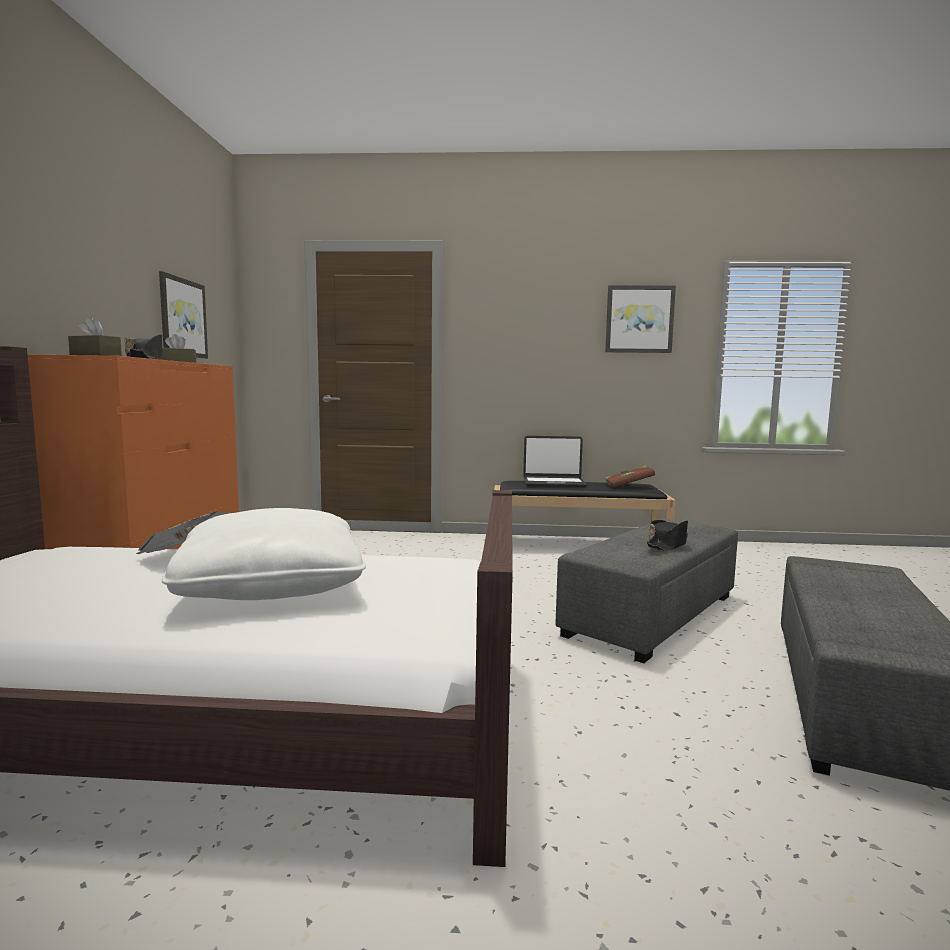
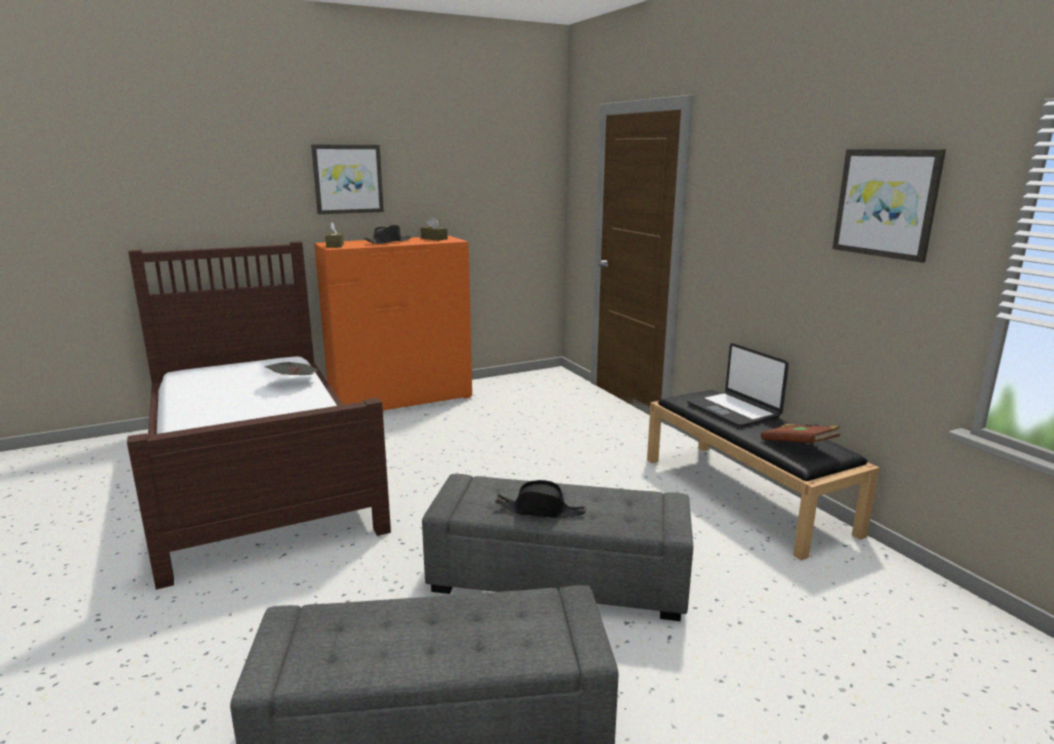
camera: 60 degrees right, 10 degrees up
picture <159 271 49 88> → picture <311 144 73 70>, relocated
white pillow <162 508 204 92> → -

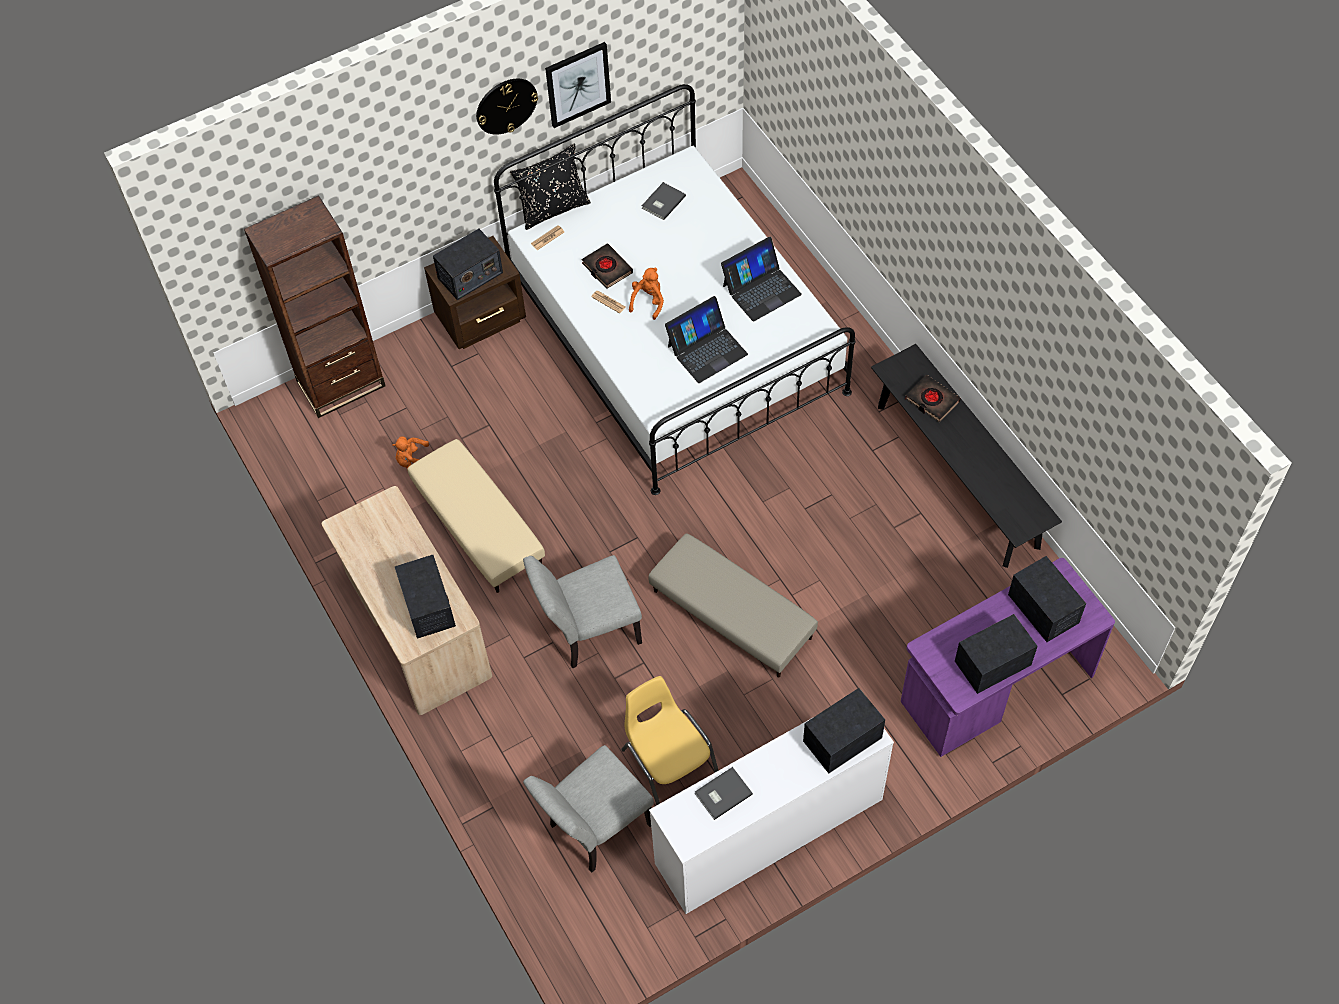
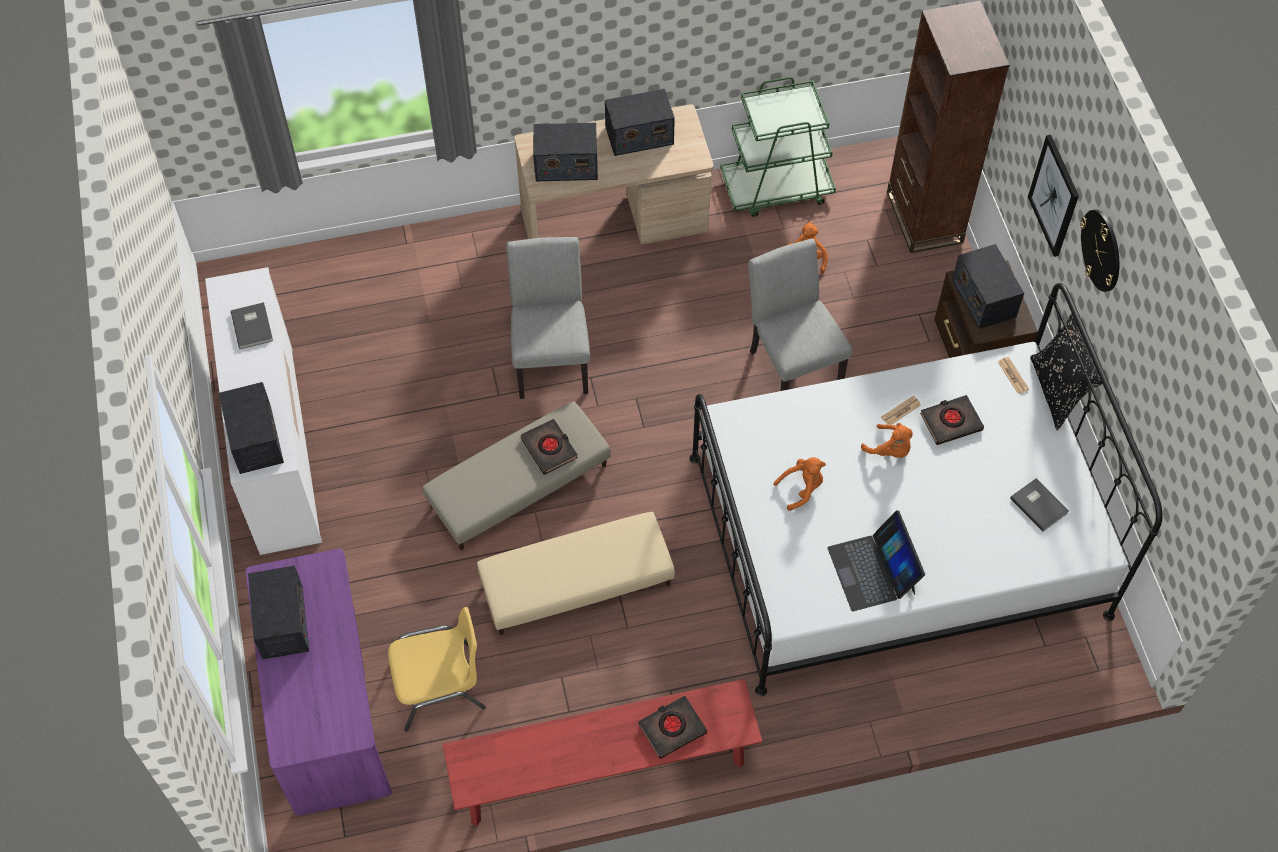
camera: 105 degrees right, 0 degrees up
picture <545 42 66 86> → picture <1028 135 51 122>, relocated
laptop <665 296 83 87> → orange plush toy <773 457 53 54>
black bench <871 344 191 224> → red bench <443 679 319 147>
beige ottoman <407 439 138 154> → beige ottoman <477 512 198 123>, relocated
radio <1008 556 78 86> → radio <605 89 70 67>, relocated
yellow chair <621 676 98 129> → yellow chair <388 607 98 124>, relocated
grey chair <523 745 131 127> → grey chair <748 238 104 153>, relocated
- → green cart <720 77 116 140>
- → black book <521 419 57 56>

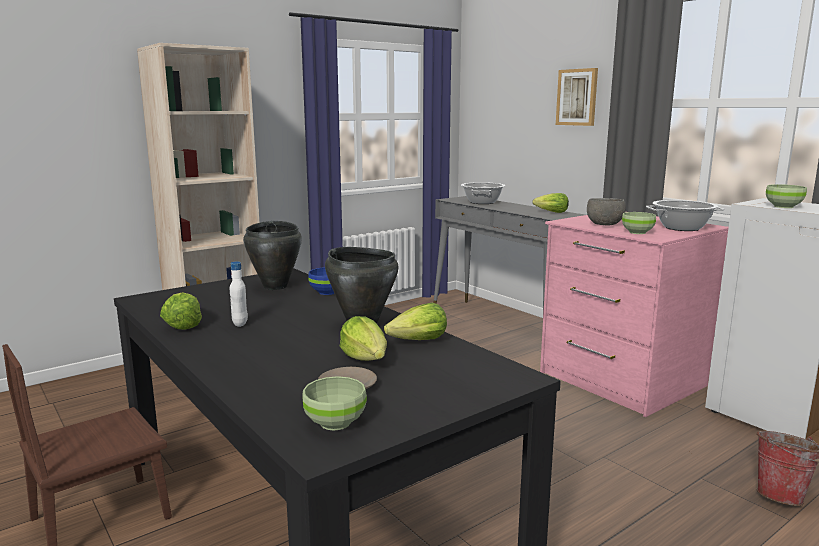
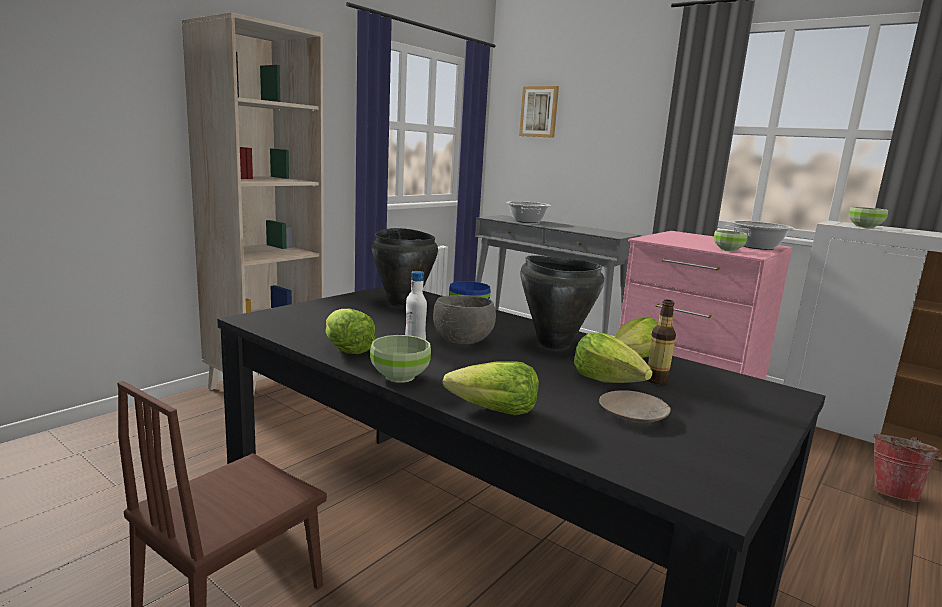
camera: 15 degrees left, 0 degrees up
picture <556 68 42 58> → picture <519 86 40 52>, relocated
lettuce <533 193 36 20> → lettuce <443 361 96 54>, relocated
grey bowl <587 198 39 27> → grey bowl <433 295 63 49>, relocated
green bowl <302 376 65 55> → green bowl <370 335 61 48>, relocated
- → bottle <647 300 29 85>

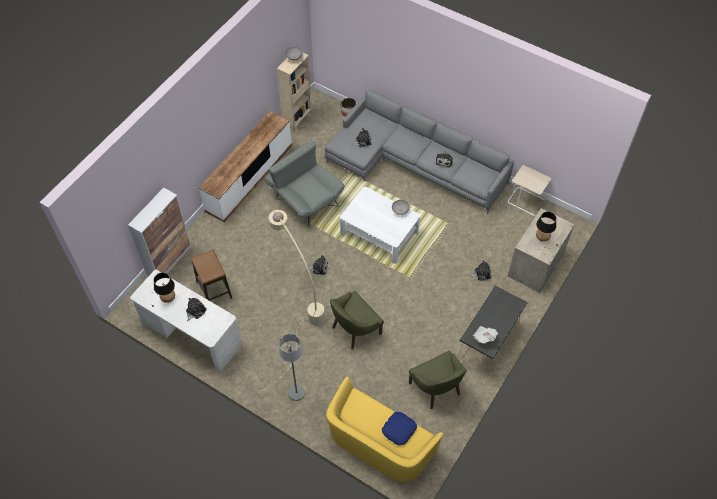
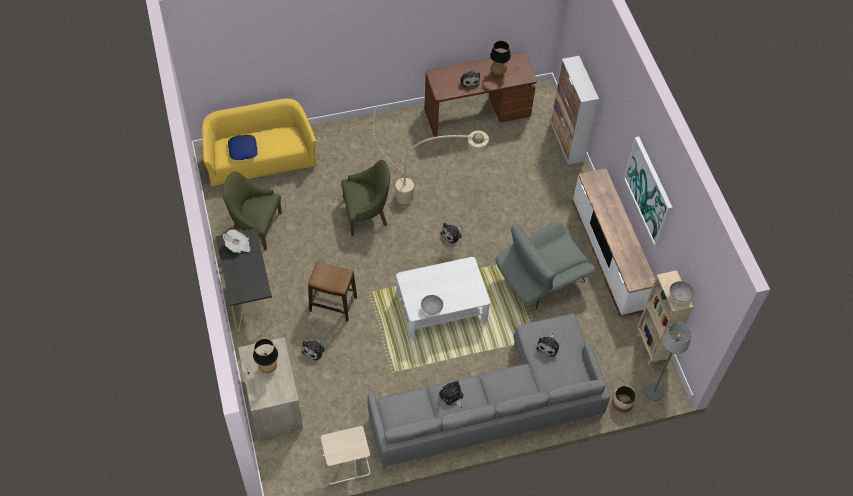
camera: 130 degrees right, 0 degrees up
grey armchair <265 140 80 86> → grey armchair <495 222 101 87>, 150 degrees clockwise
stool <191 249 41 52> → stool <308 261 49 61>, relocated
white desk <130 270 112 102> → brown desk <424 52 113 84>
green armchair <330 291 54 59> → green armchair <341 160 49 76>, 75 degrees clockwise
grey floor lamp <279 334 26 67> → grey floor lamp <645 323 47 78>, relocated
- → picture <623 137 50 110>

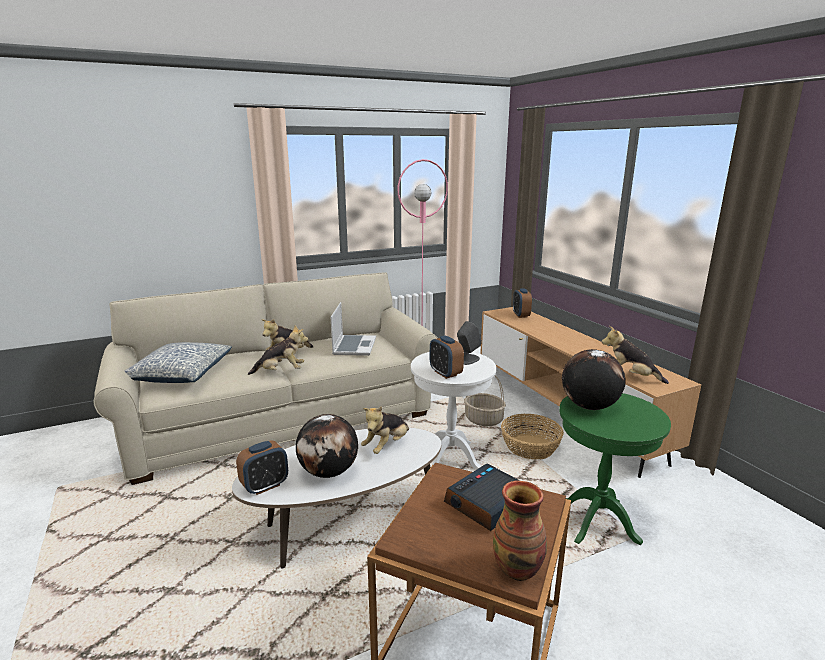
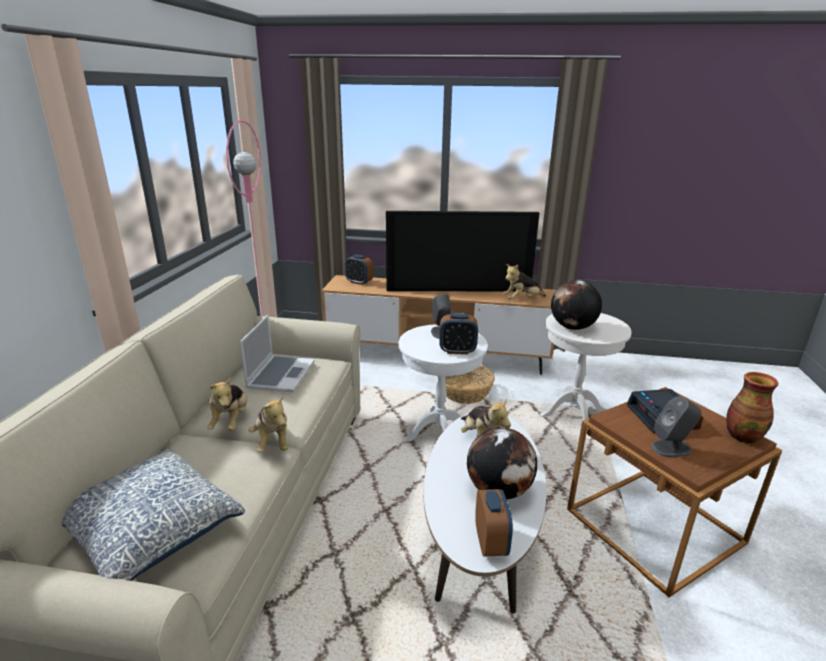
camera: 55 degrees left, 5 degrees up
laptop <331 302 45 54> → laptop <240 315 75 77>, 60 degrees clockwise
plush toy <248 325 60 50> → plush toy <249 395 39 58>, 135 degrees clockwise
basket <464 375 42 51> → -
green side table <559 393 112 152> → white side table <540 313 92 116>
- → television <386 211 154 81>
- → grey speaker <651 397 51 60>

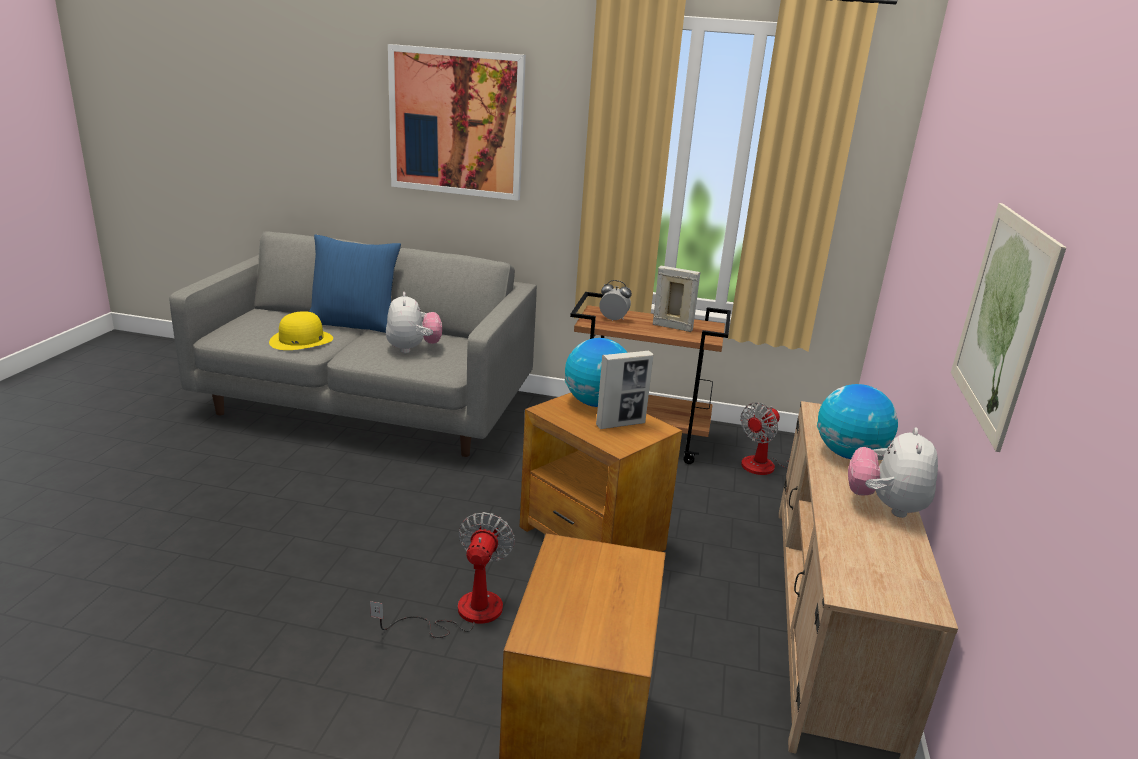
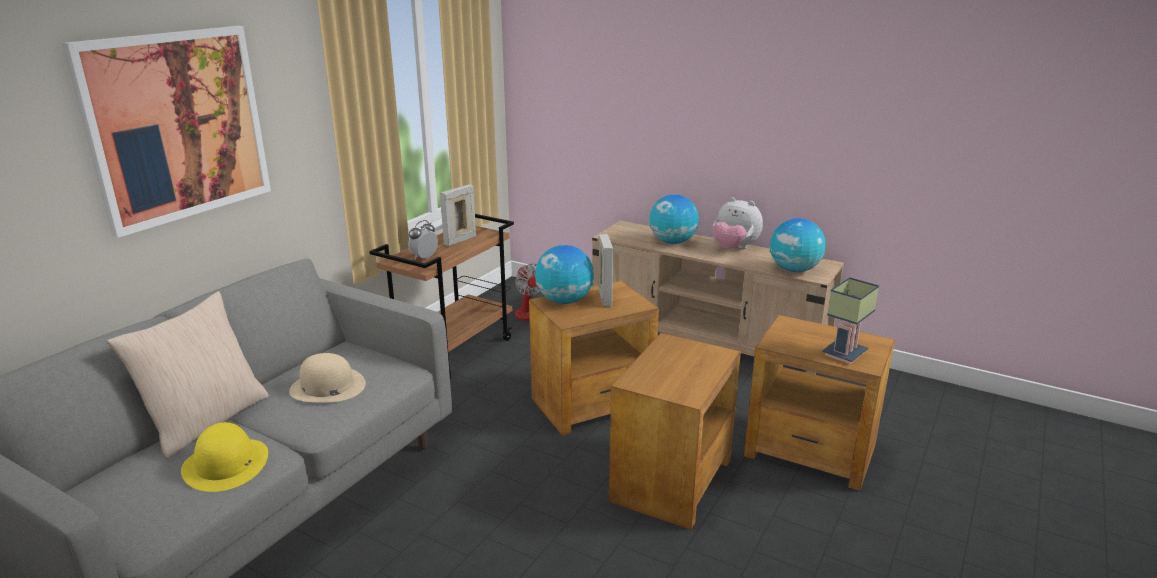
camera: 70 degrees left, 0 degrees up
picture <951 203 115 249> → -
blue pillow <309 234 92 99> → beige pillow <107 291 162 168>
plush toy <386 292 56 61> → beige hat <289 353 77 50>
fan <370 512 145 126> → brown side table <609 333 132 197>
- → globe <770 218 56 54>
- → table lamp <822 277 57 87>

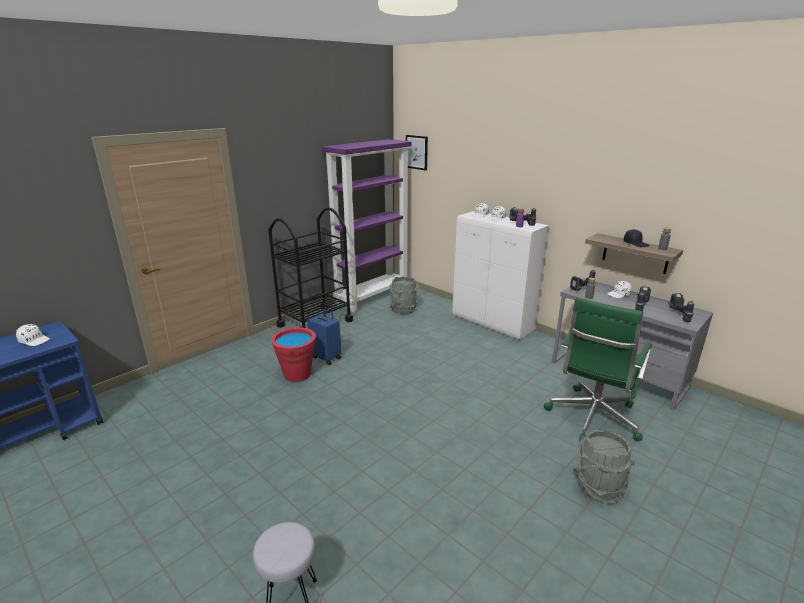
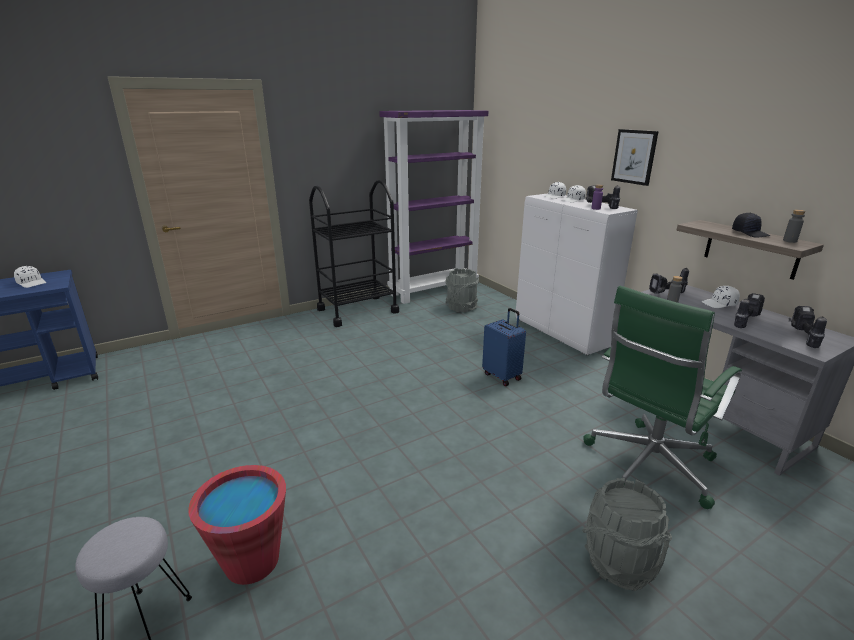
camera: 15 degrees right, 0 degrees up
picture <406 135 22 35> → picture <611 129 48 57>, relocated
blue suitcase <307 304 34 61> → blue suitcase <482 308 44 78>, relocated
red bucket <271 327 45 55> → red bucket <188 465 98 120>, relocated

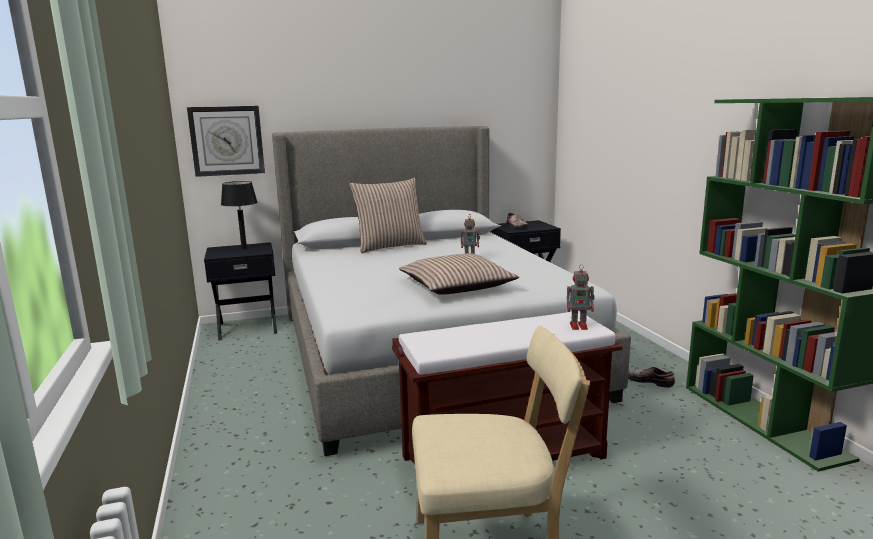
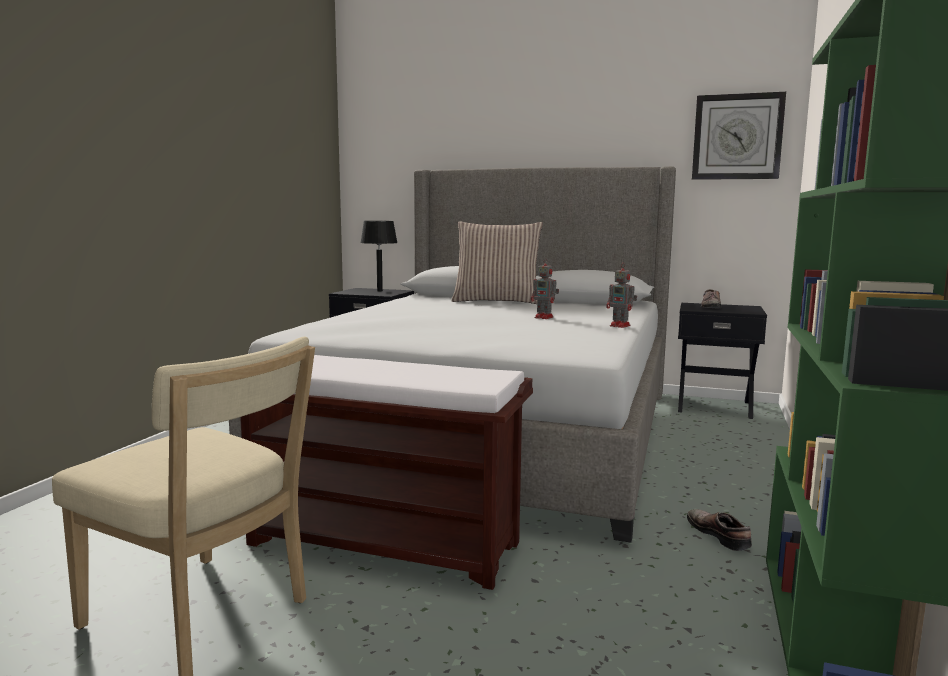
camera: 35 degrees right, 5 degrees down
wall clock <187 106 78 71> → wall clock <692 92 94 88>, relocated
pillow <399 253 120 42> → -
toy robot <567 264 28 66> → toy robot <606 263 31 65>, relocated

